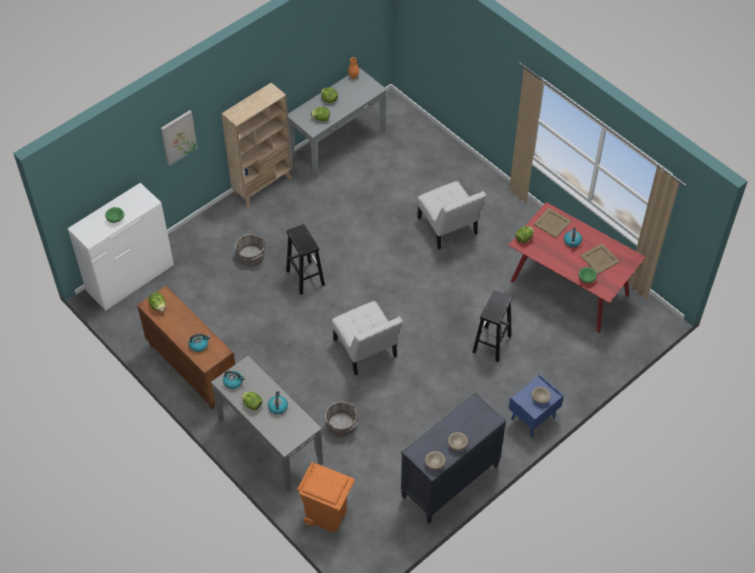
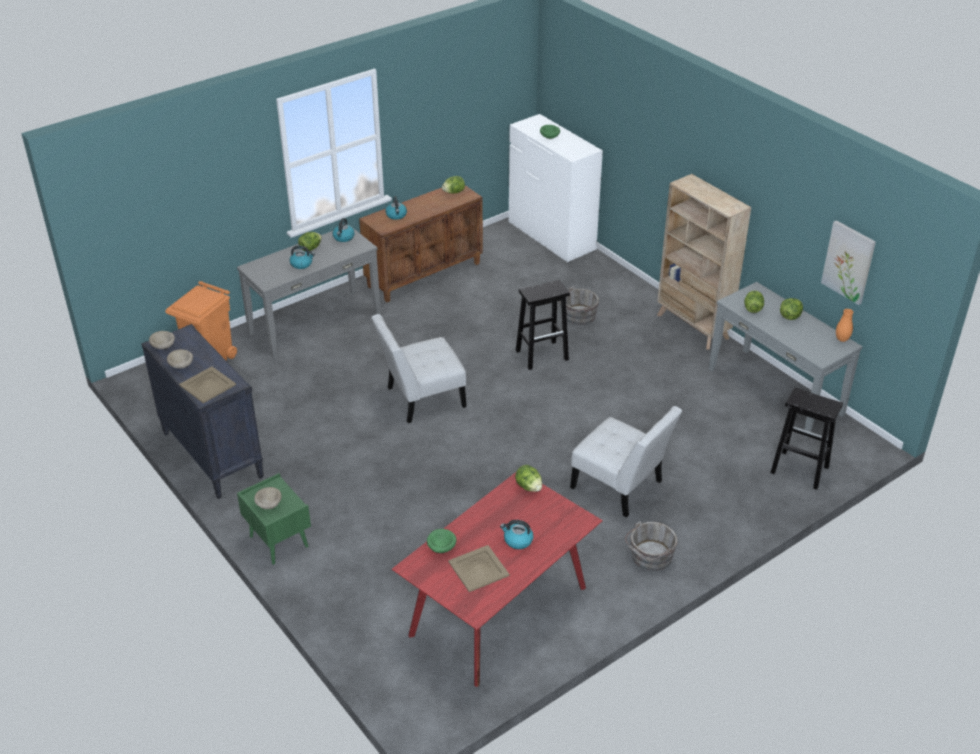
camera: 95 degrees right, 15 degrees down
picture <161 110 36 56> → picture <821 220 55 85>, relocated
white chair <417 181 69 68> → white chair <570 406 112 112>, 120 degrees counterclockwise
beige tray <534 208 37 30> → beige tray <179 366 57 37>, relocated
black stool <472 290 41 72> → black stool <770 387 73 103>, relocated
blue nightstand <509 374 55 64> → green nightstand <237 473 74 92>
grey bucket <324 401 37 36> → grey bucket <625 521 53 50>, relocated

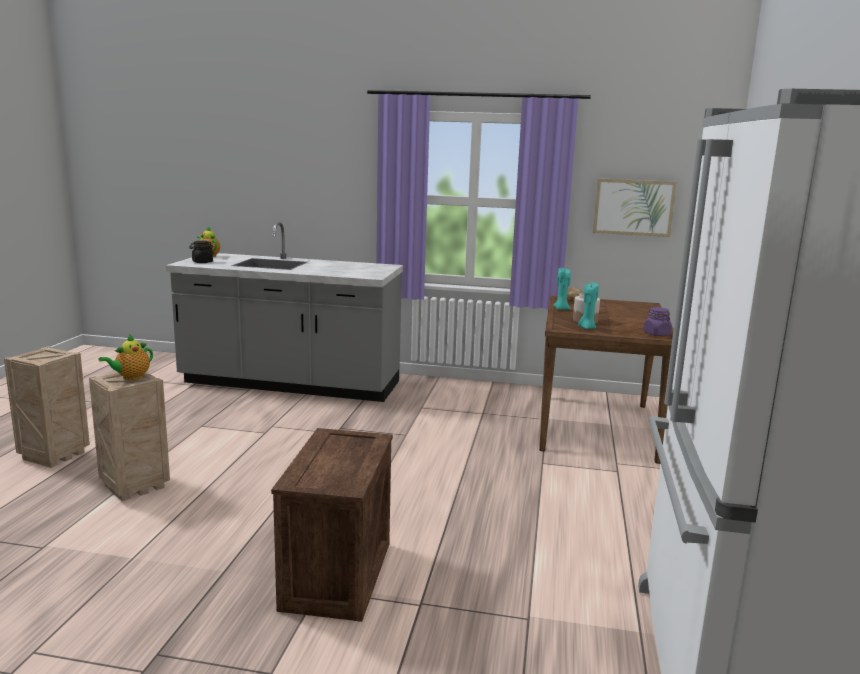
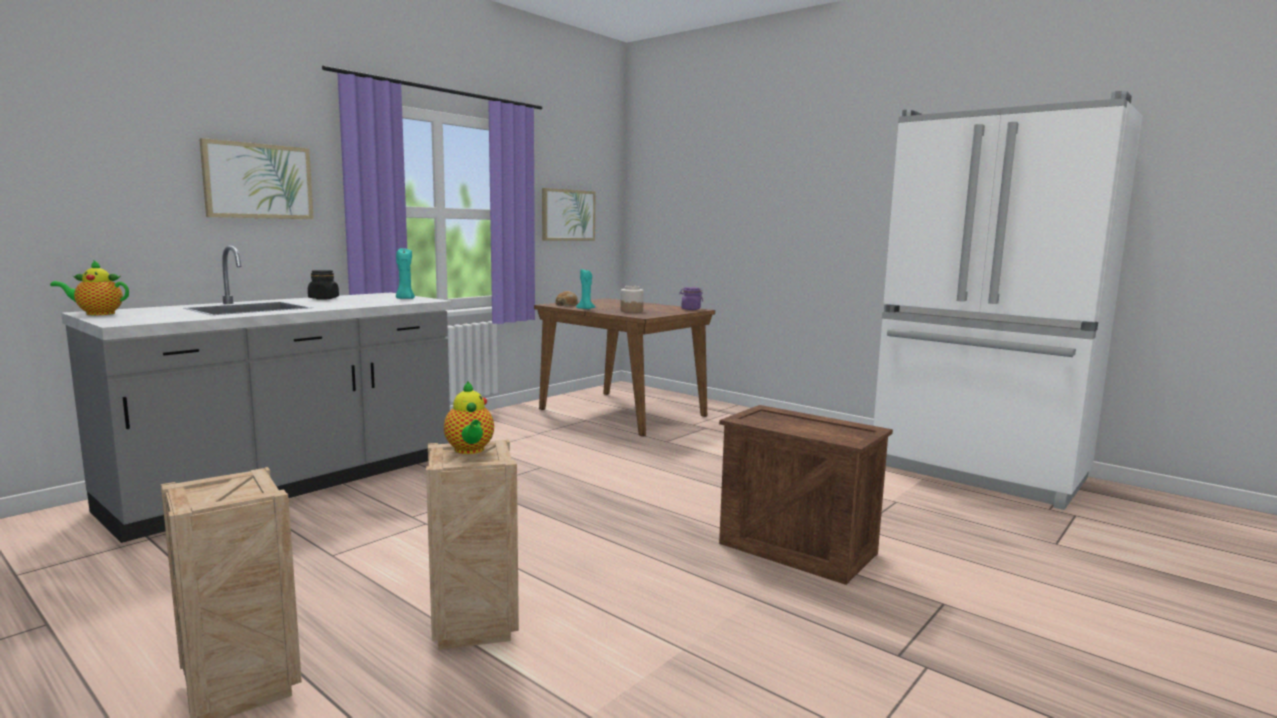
camera: 60 degrees left, 5 degrees down
black jar <189 241 25 22> → black jar <308 270 31 30>, relocated
turquoise candle <578 282 21 47> → turquoise candle <396 248 19 51>, relocated
- → picture <199 138 115 81>

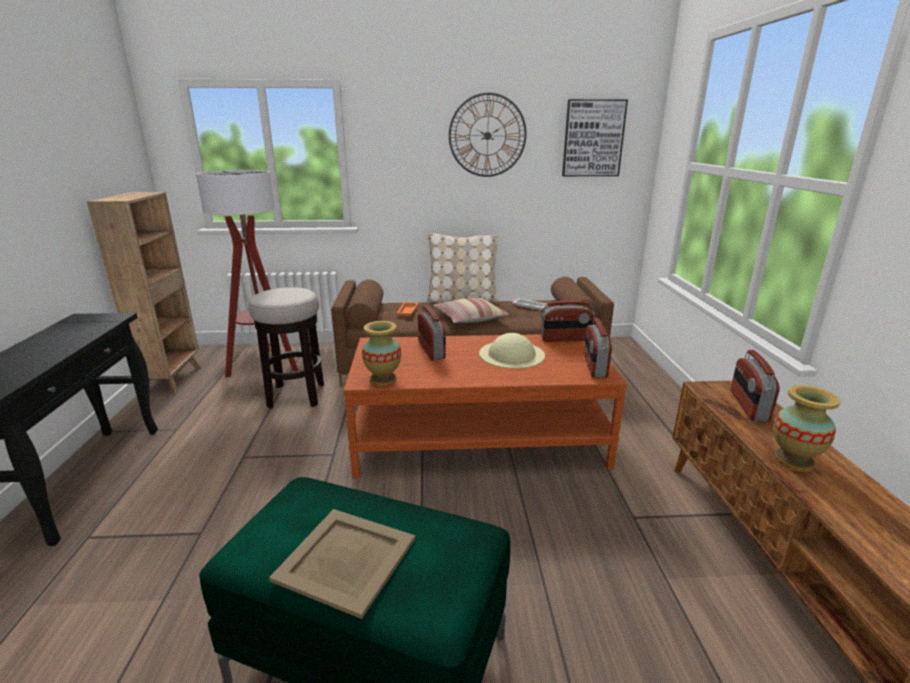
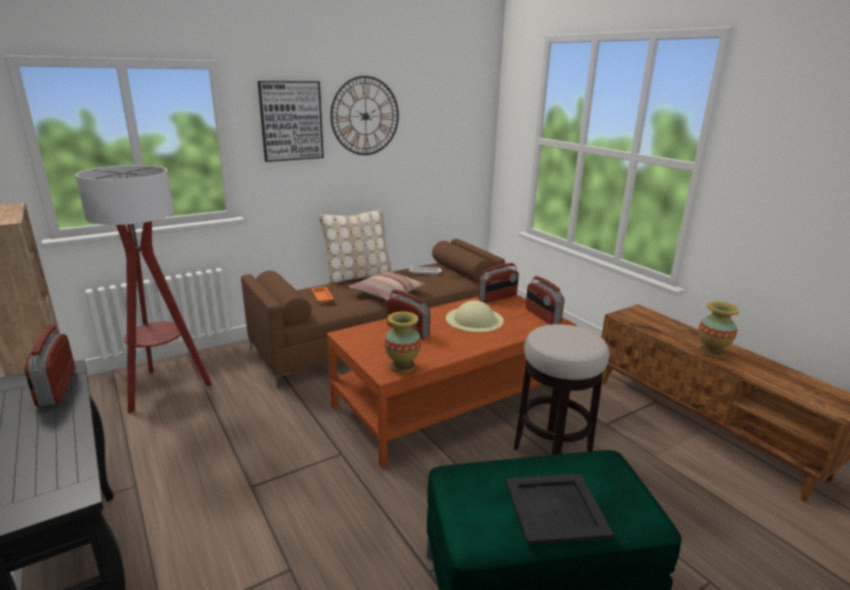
camera: 30 degrees left, 0 degrees up
picture <562 99 66 77> → picture <258 81 66 81>, relocated
stool <248 287 76 122> → stool <514 324 95 131>, relocated
radio <731 350 49 72> → radio <24 325 52 82>, relocated
beige tray <269 509 146 110> → black tray <505 474 109 71>

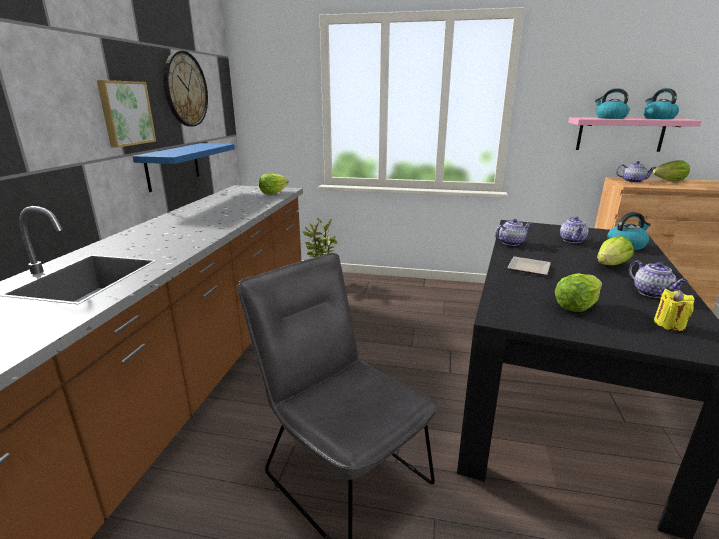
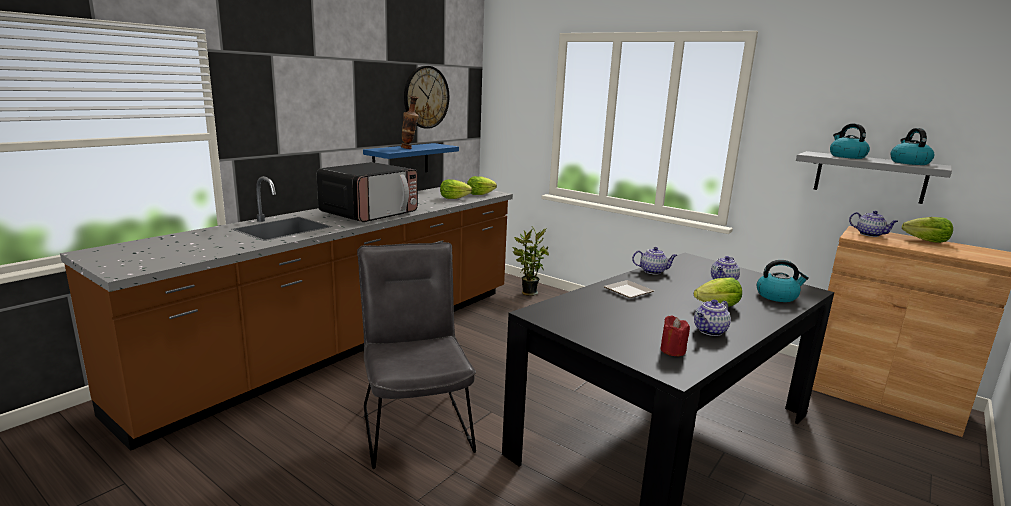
camera: 25 degrees right, 5 degrees down
picture <97 80 59 68> → -
pink shelf <568 117 133 35> → grey shelf <796 151 156 53>
teapot <629 261 59 37> → teapot <694 299 37 37>, 45 degrees clockwise
lettuce <555 274 47 38> → lettuce <440 179 32 20>, relocated
yellow candle <654 289 40 42> → red candle <660 316 30 40>
- → vase <401 96 18 53>
- → microwave <317 162 101 60>

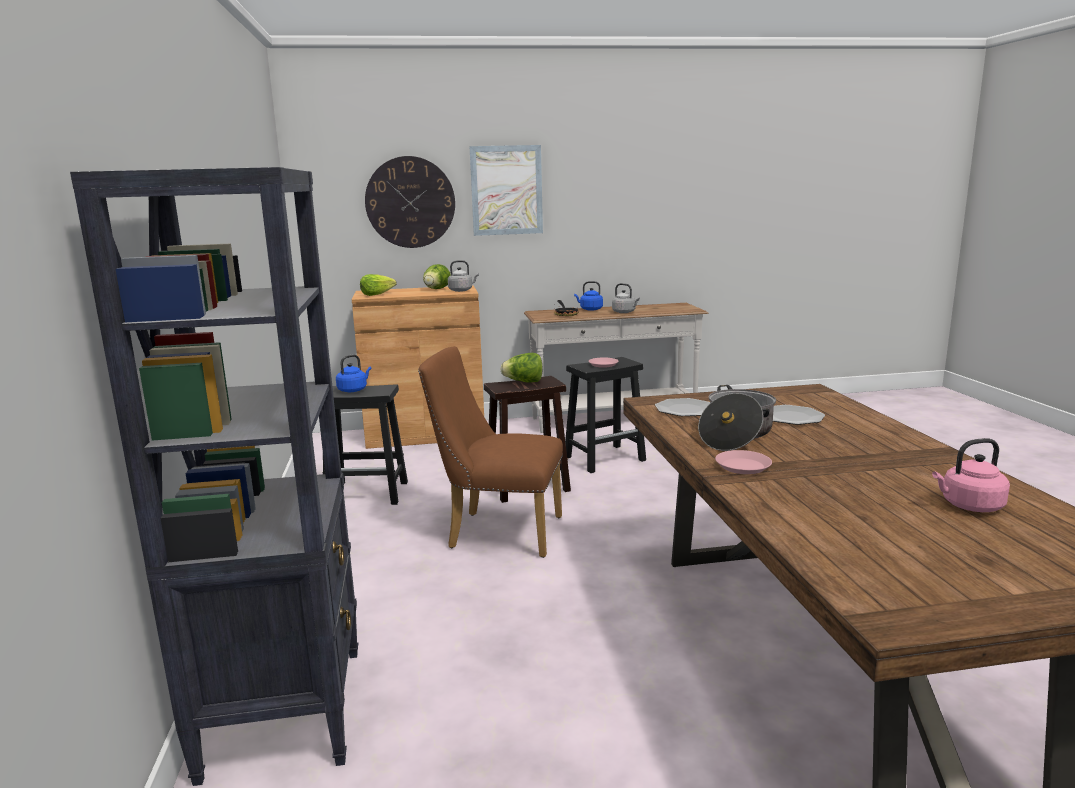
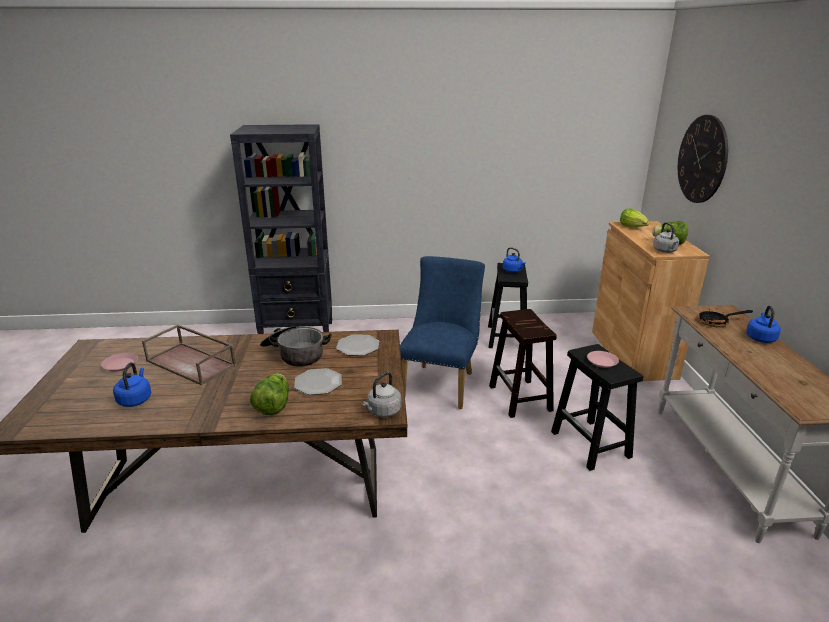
camera: 95 degrees right, 10 degrees up
picture <469 145 74 91> → -
grey kettle <612 283 28 30> → grey kettle <362 372 39 45>, relocated
brown chair <418 346 145 212> → blue chair <400 256 85 153>
lettuce <500 353 43 30> → lettuce <250 374 39 41>, relocated
pink kettle <932 438 78 74> → blue kettle <113 362 38 45>
pink plate <715 450 57 24> → pink plate <101 353 37 19>, relocated
- → brown tray <142 324 94 61>

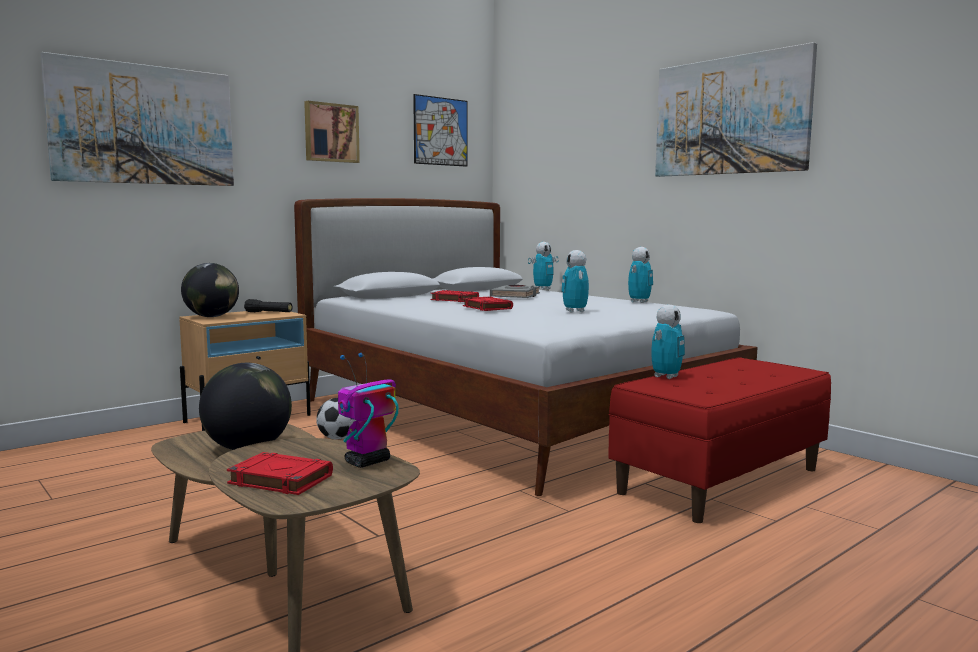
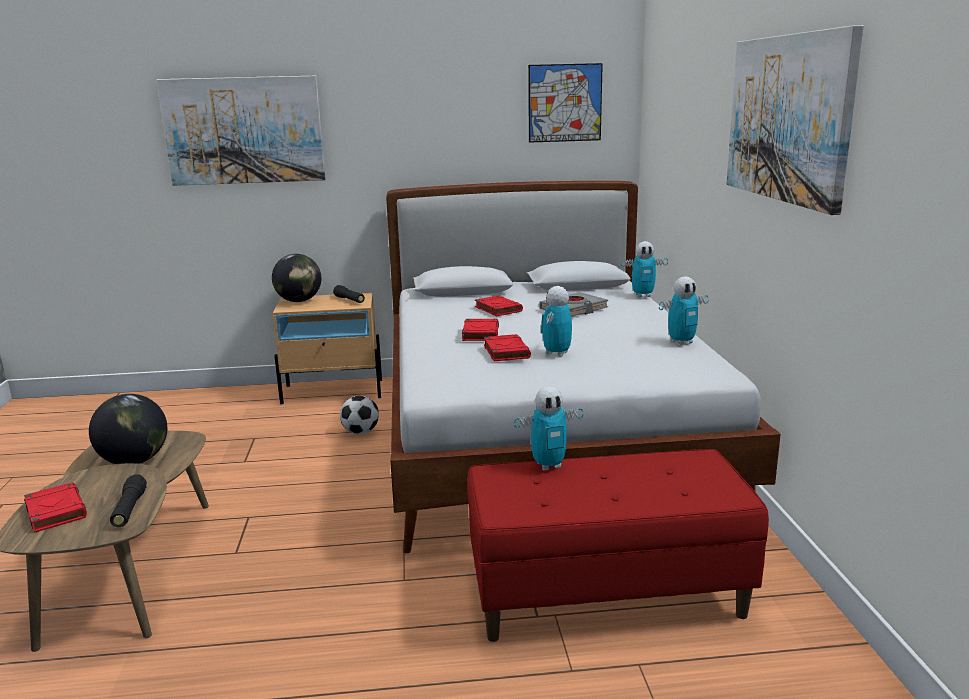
camera: 35 degrees right, 10 degrees up
picture <304 101 56 62> → -
toy robot <338 353 61 115> → black flashlight <110 474 37 53>
- → red book <484 334 47 27>

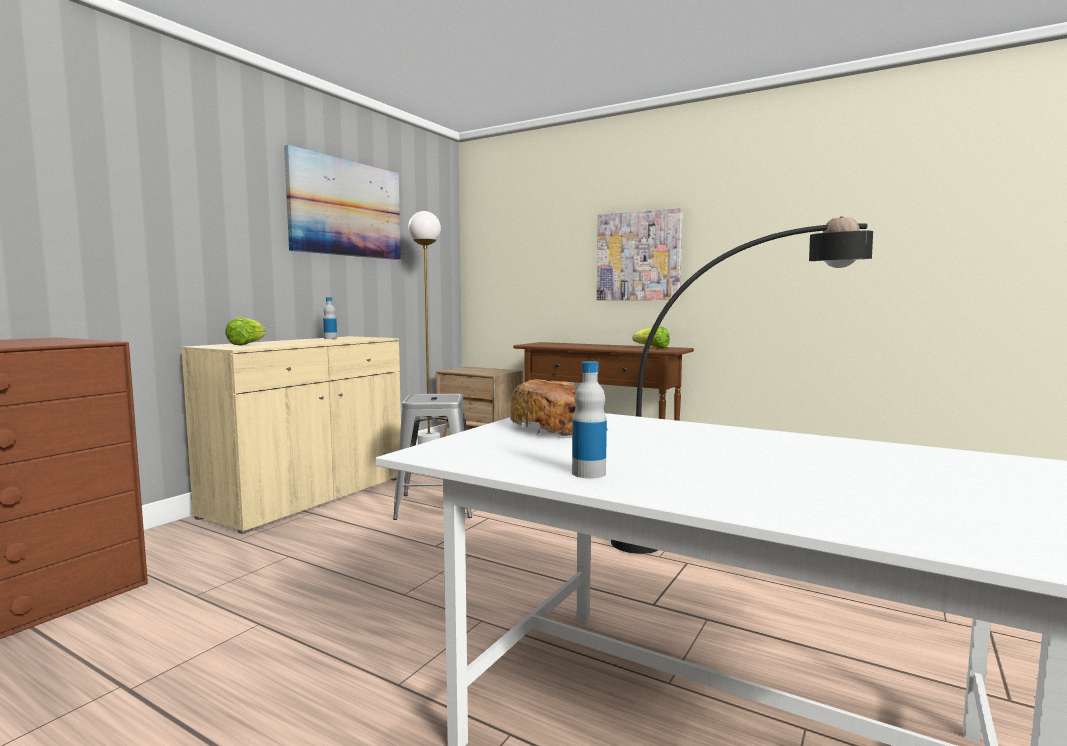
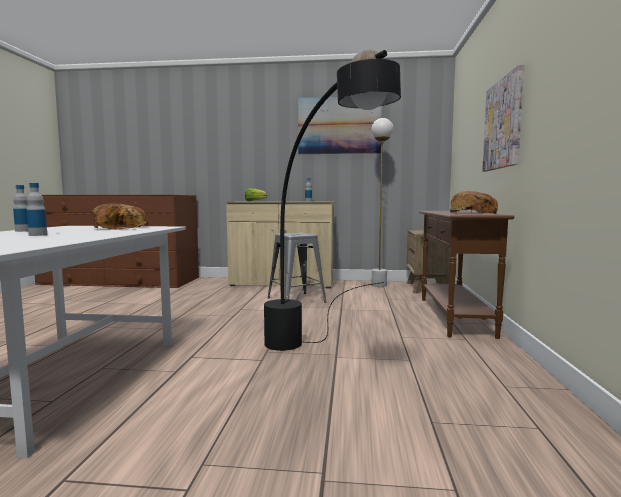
camera: 65 degrees right, 0 degrees up
lettuce <632 326 38 22> → bread <450 191 48 23>
- → bottle <27 183 20 53>

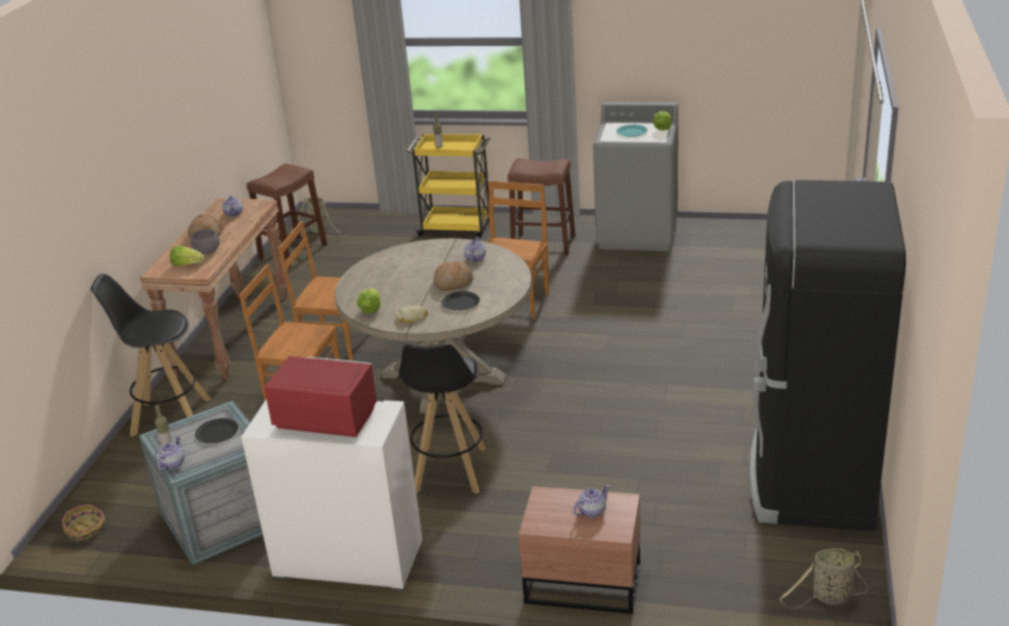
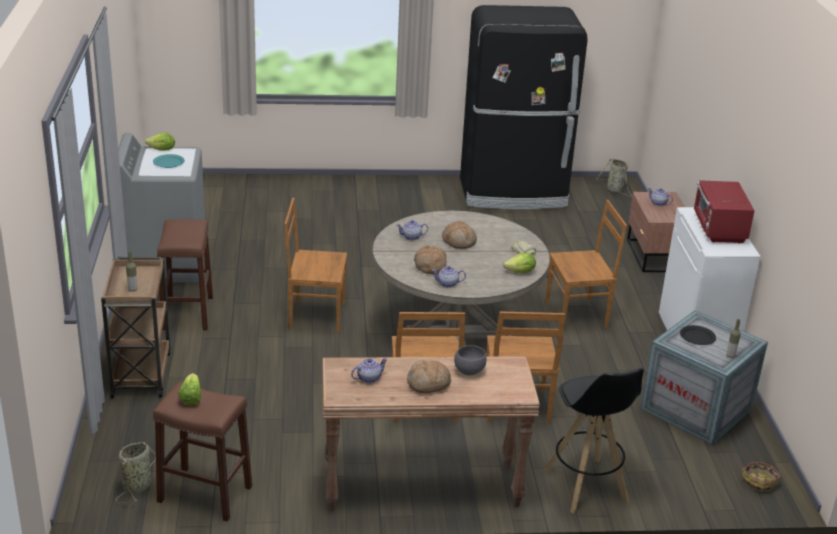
camera: 110 degrees left, 0 degrees up
yellow cart <407 134 83 104> → brown cart <101 257 70 141>
lettuce <170 245 34 21> → lettuce <178 373 23 32>, relocated
black plate <442 291 38 20> → -
black stool <398 343 88 151> → brown chair <545 200 82 128>
teapot <157 436 28 35> → teapot <432 266 34 22>, relocated
- → bread <414 245 33 29>

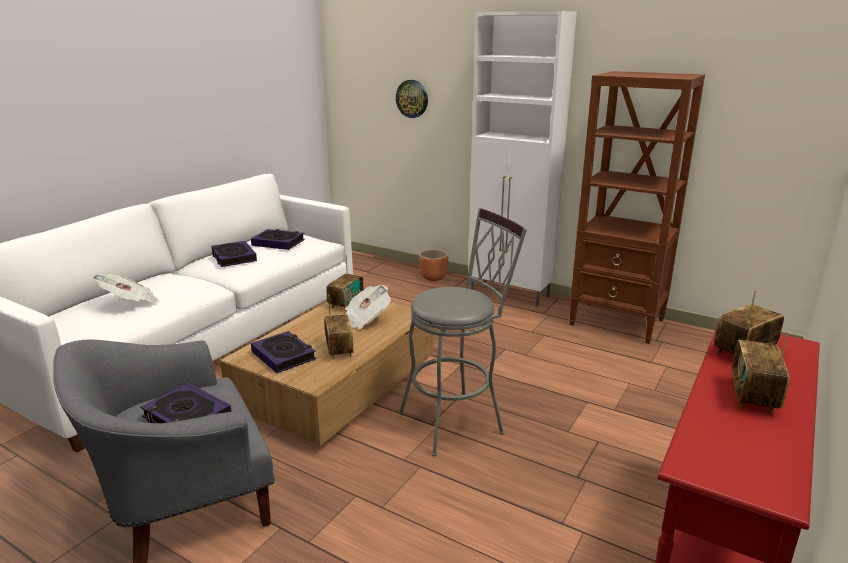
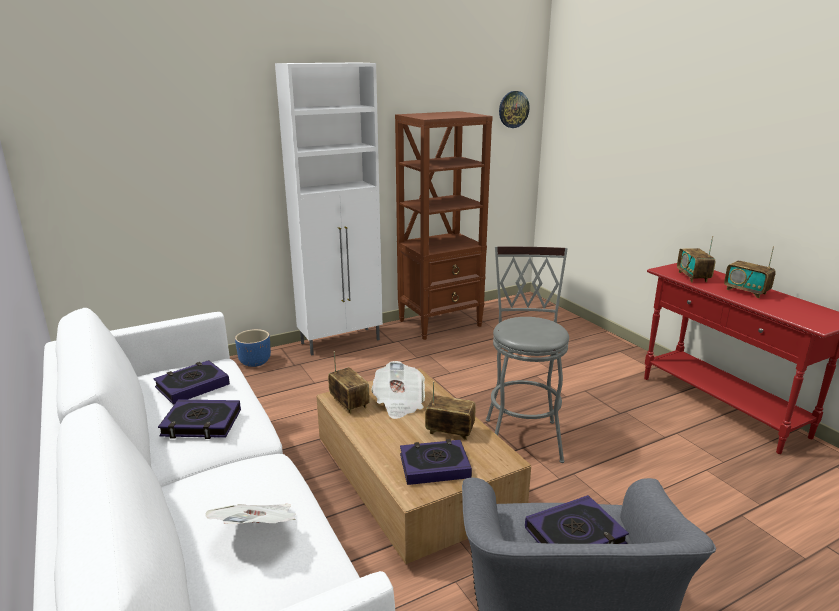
camera: 60 degrees left, 0 degrees up
wall clock <396 80 32 38> → wall clock <499 91 31 37>, relocated
brown planter <419 249 29 32> → blue planter <235 329 36 38>

